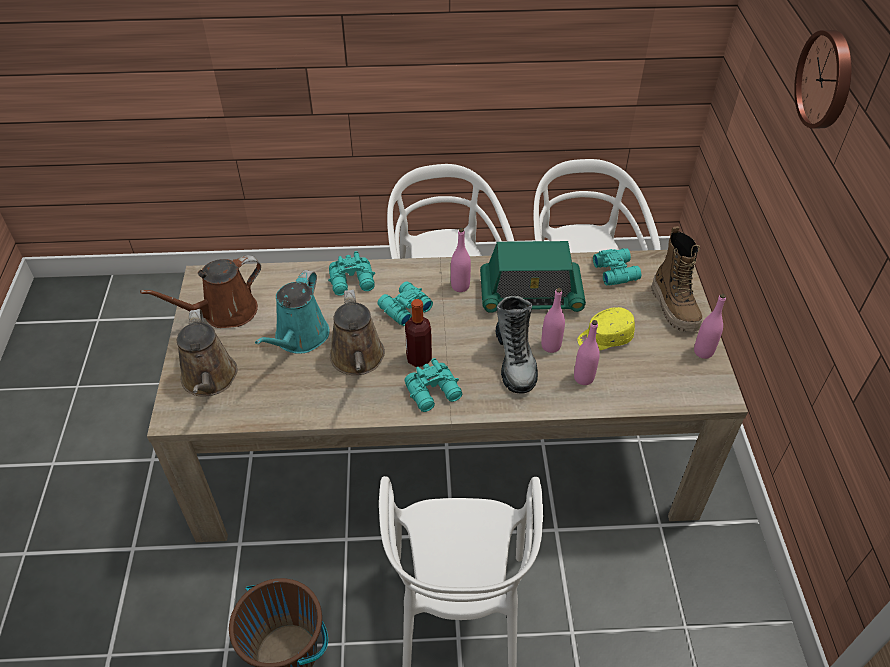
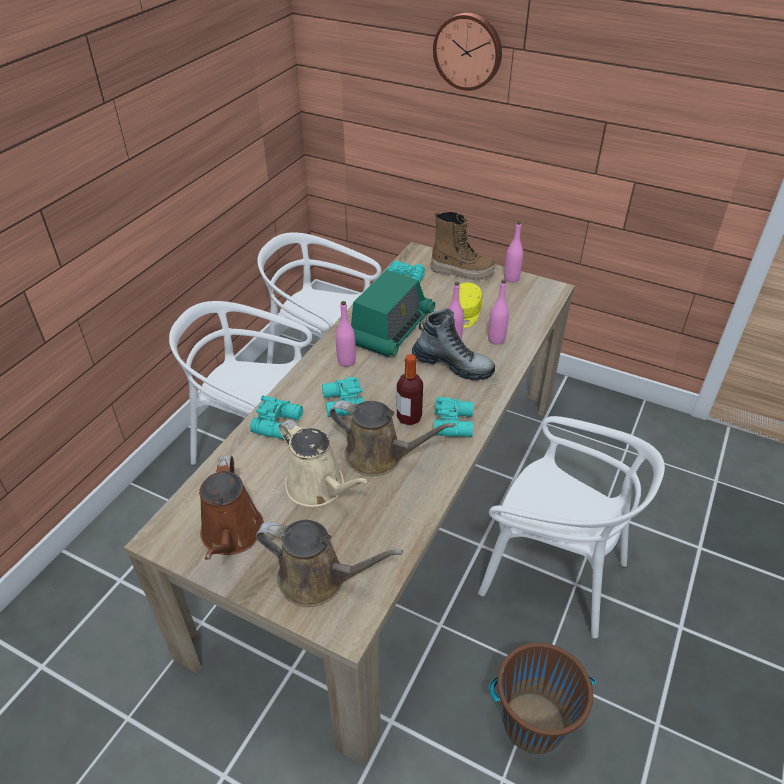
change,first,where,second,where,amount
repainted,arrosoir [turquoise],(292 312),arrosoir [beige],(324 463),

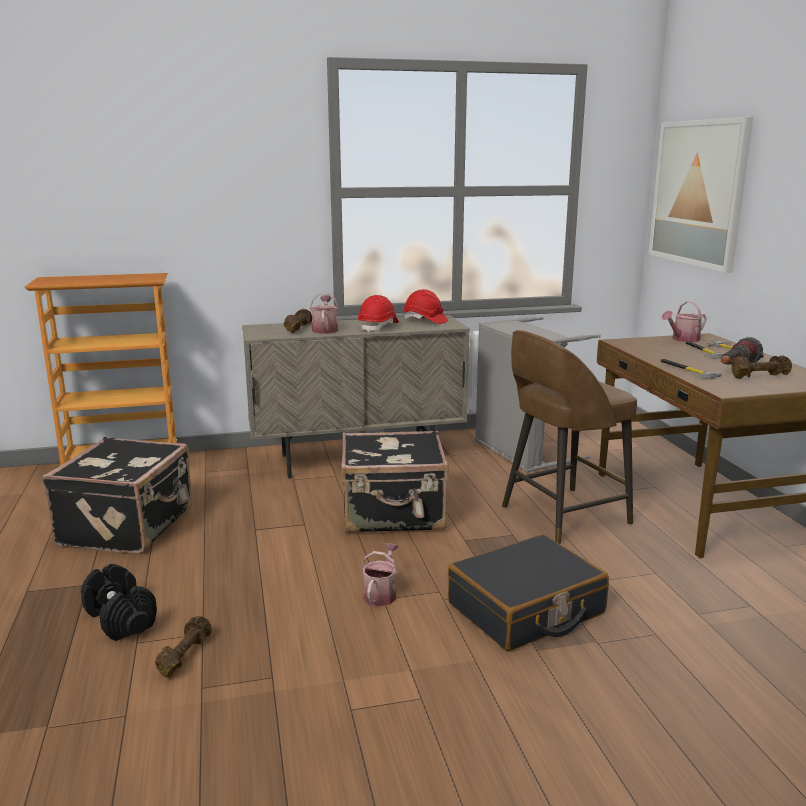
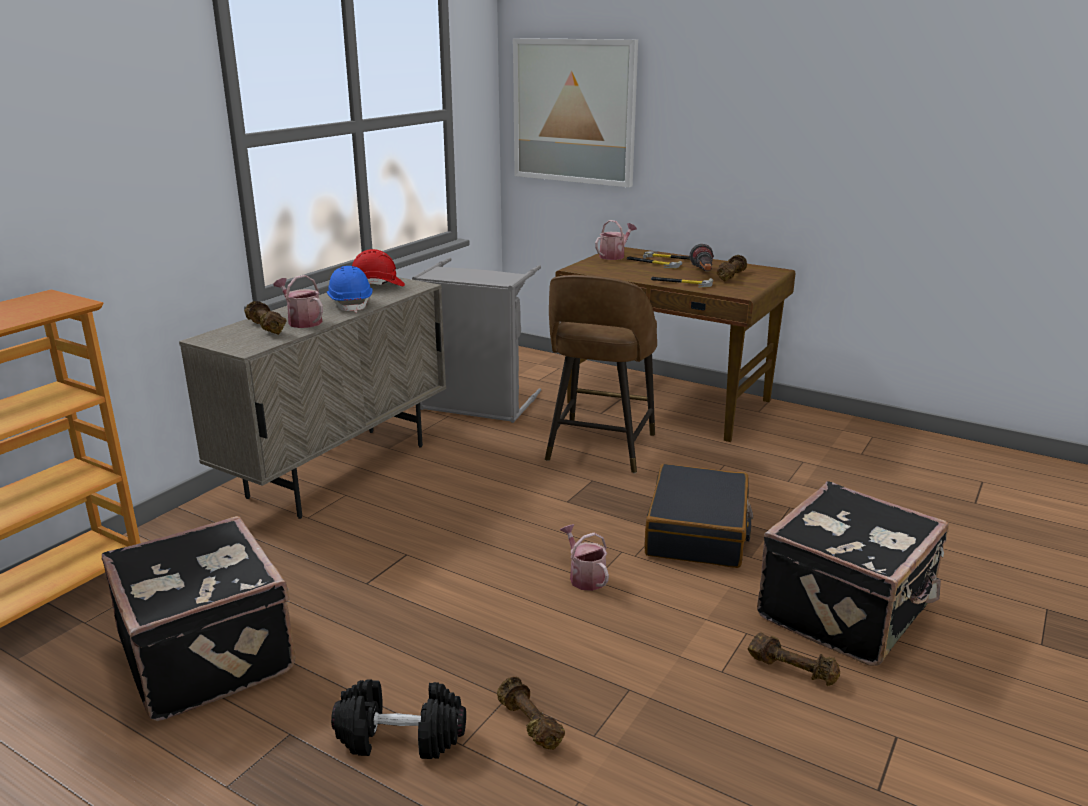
change,first,where,second,where,amount
repainted,casque de chantier [rouge],(378 313),casque de chantier [bleu],(350 289),
rotated,arrosoir,(684 321),,(616 240),150 degrees counterclockwise
shifted,valise [noir],(395 481),,(853 573),
new,,,haltère [marron],(794 659),

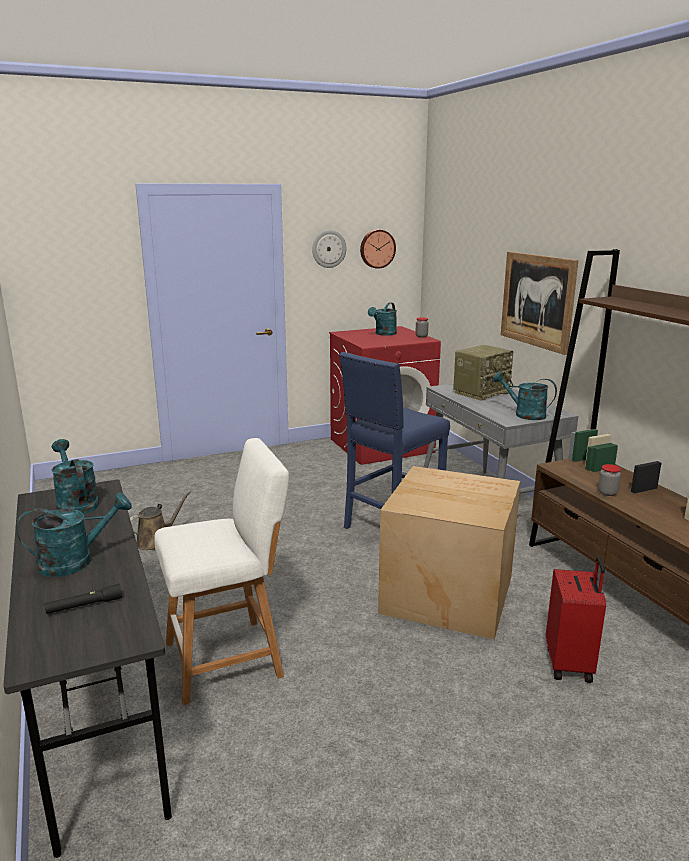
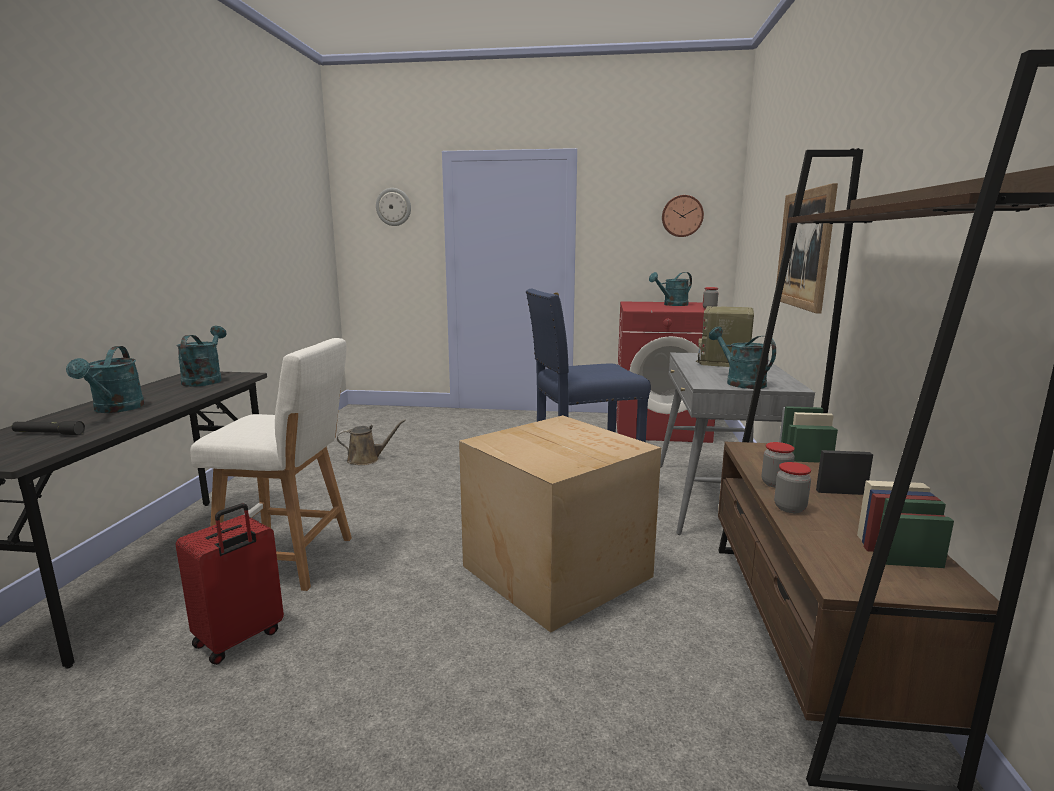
change,first,where,second,where,amount
shifted,horloge murale,(329 249),,(393 207),
rotated,radio,(483 373),,(725 336),120 degrees clockwise
rotated,arrosoir [turquoise],(74 535),,(105 379),75 degrees clockwise
shifted,valise [rouge],(576 620),,(229 584),
new,,,bocal,(792 487),

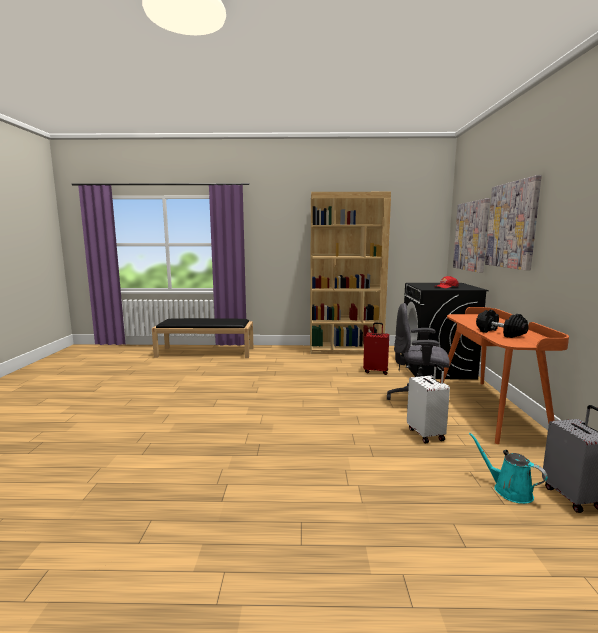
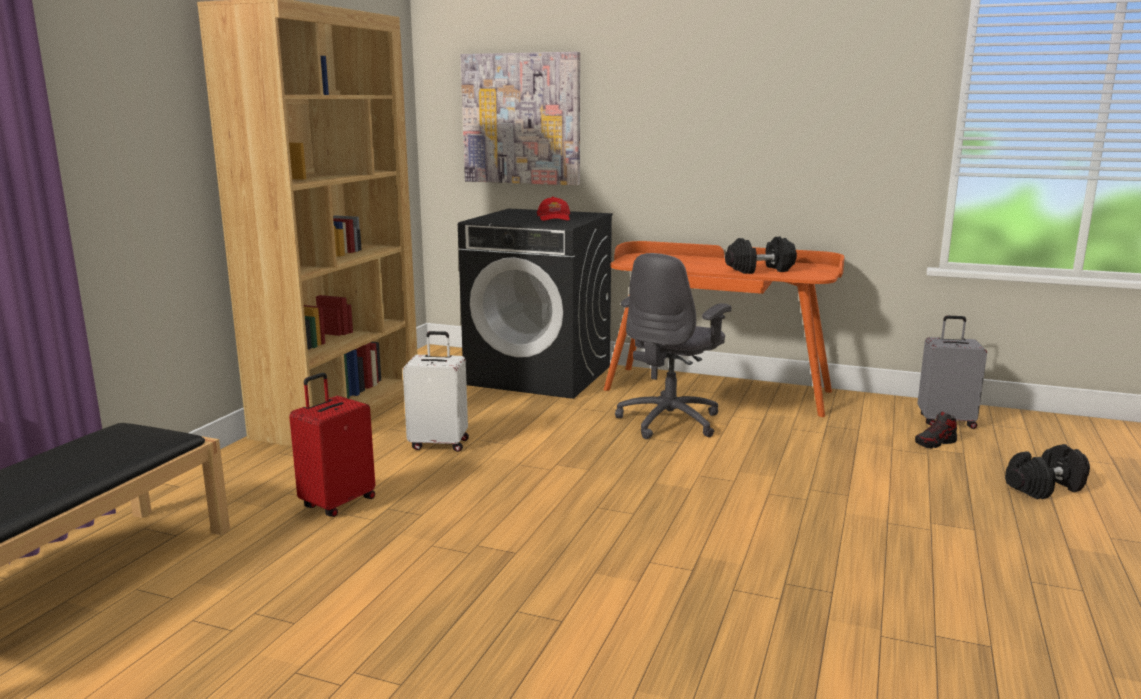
change,first,where,second,where,amount
gone,tableau,(513 222),,,
shifted,valise [rouge],(376 348),,(332 445),
shifted,valise [blanc],(428 403),,(436 391),
swapped,arrosoir [turquoise],(508 468),chaussure,(936 429),
new,,,haltère [noir],(1047 471),

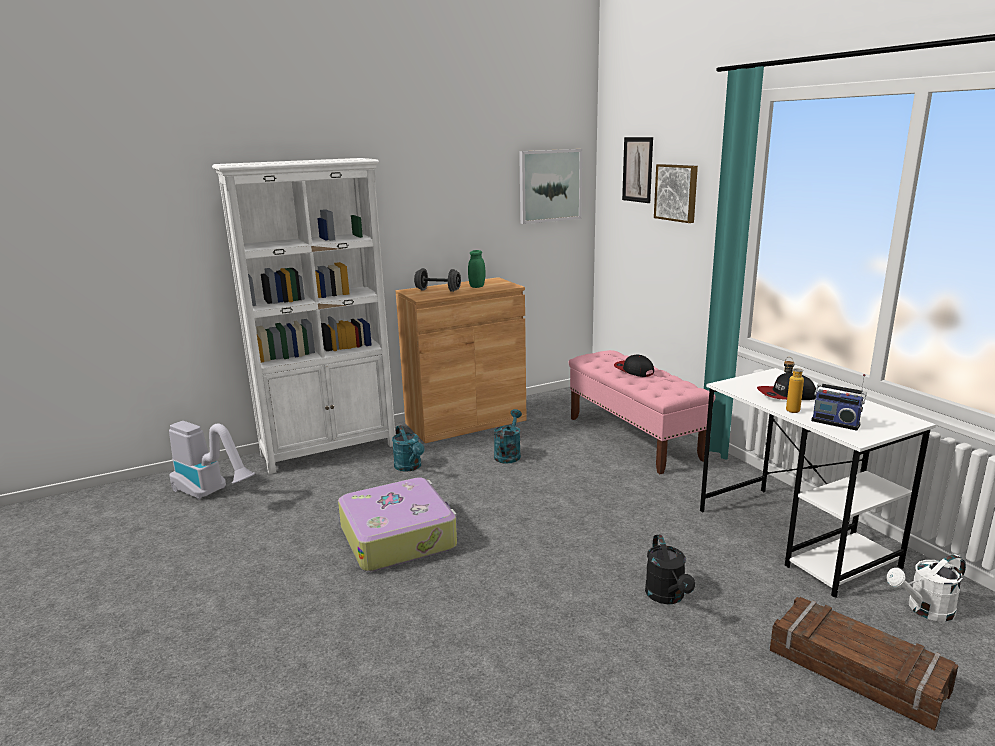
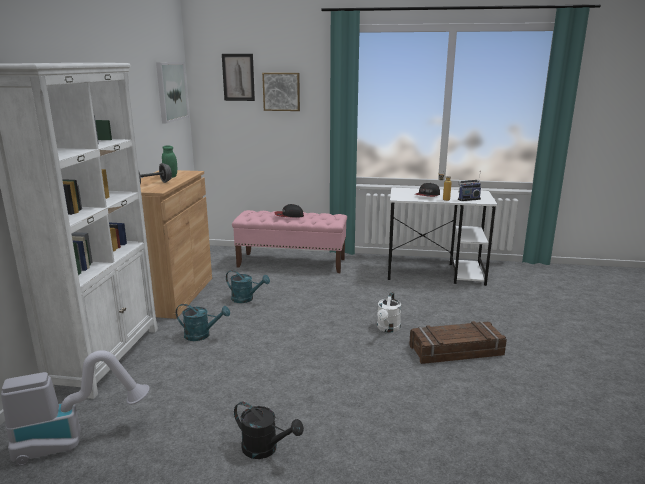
change,first,where,second,where,amount
rotated,arrosoir [turquoise],(508 436),,(248 286),150 degrees clockwise
gone,valise,(397 524),,,
shifted,arrosoir [noir],(670 569),,(269 430),
shifted,arrosoir [blanc],(926 588),,(389 312),
shifted,caisse,(864 664),,(458 342),

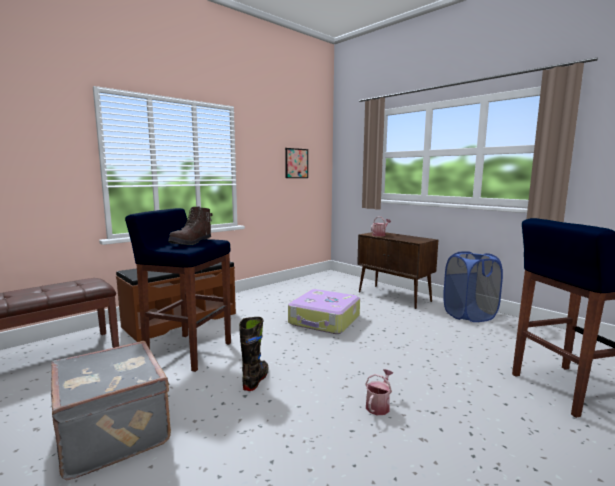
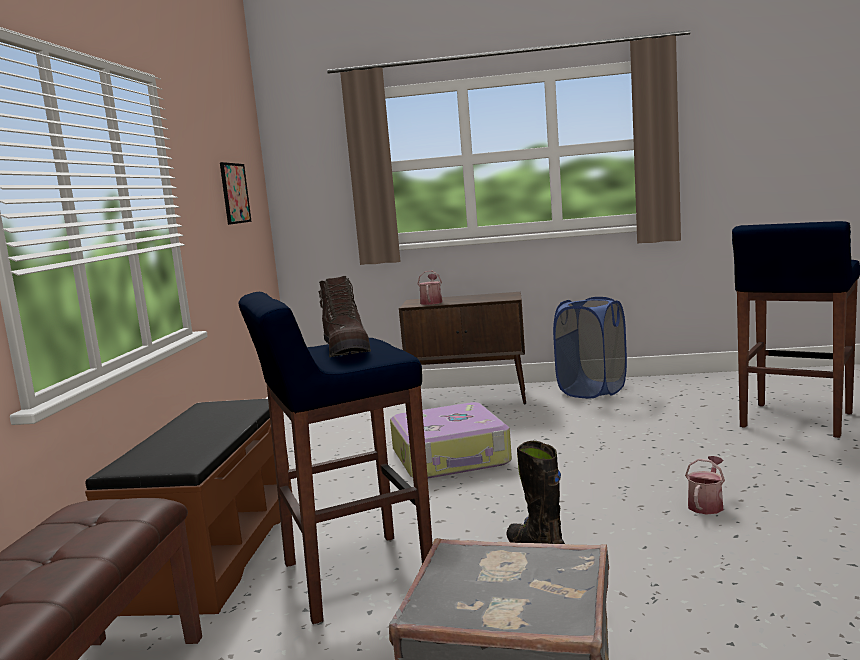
change,first,where,second,where,amount
rotated,arrosoir,(379 392),,(705 485),45 degrees clockwise

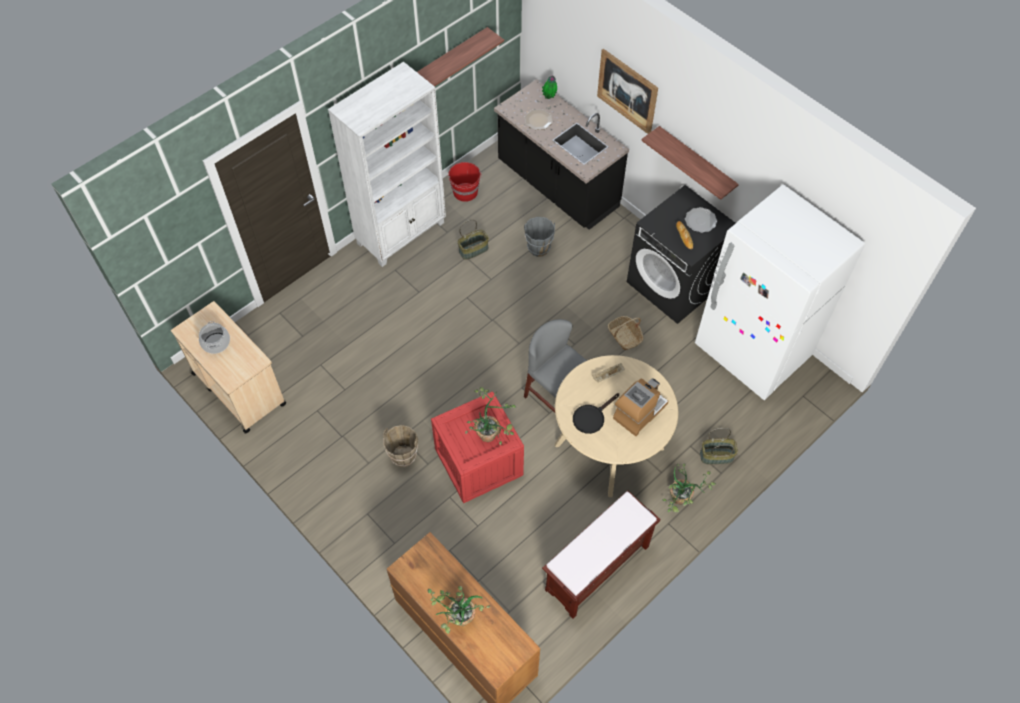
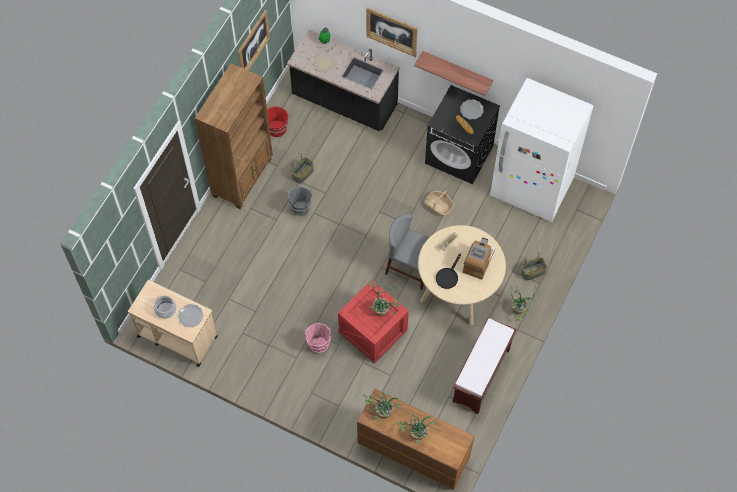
change,first,where,second,where,amount
swapped,étagère,(460 56),tableau,(254 40),
repainted,bibliothèque [blanc],(387 164),bibliothèque [marron],(234 136),
shifted,seau [gris],(539 237),,(300 201),
repainted,seau [marron],(400 446),seau [rose],(318 338),
new,,,assiette,(191 315),
new,,,plante en pot,(383 407),

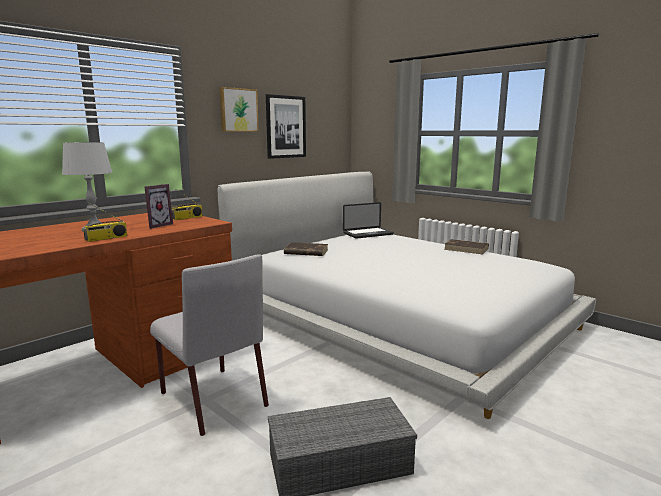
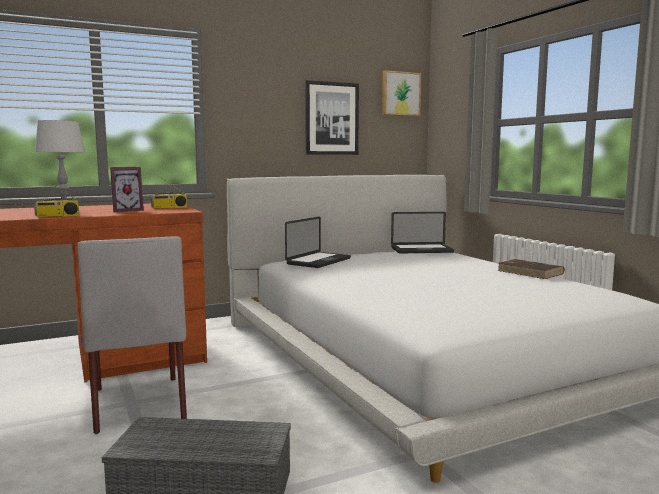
change,first,where,second,where,amount
shifted,tableau,(239 109),,(401 93),
swapped,livre [marron],(306 249),ordinateur portable,(318 242),

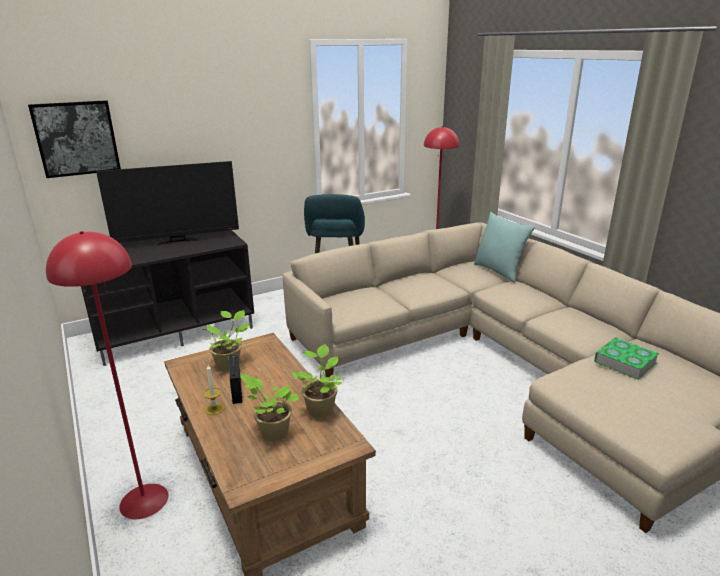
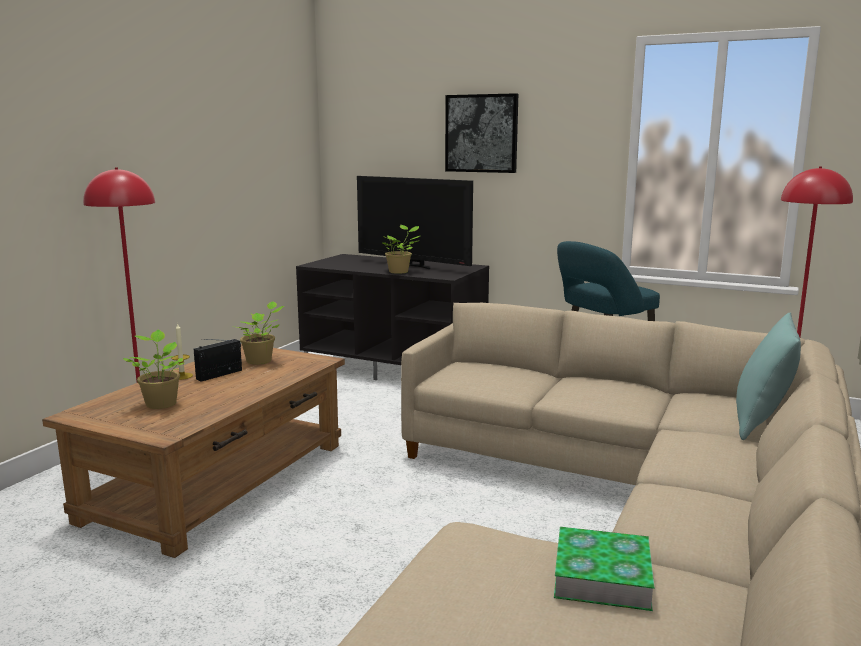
change,first,where,second,where,amount
shifted,tableau,(74 139),,(481 133),
shifted,plante en pot,(316 381),,(401 249),

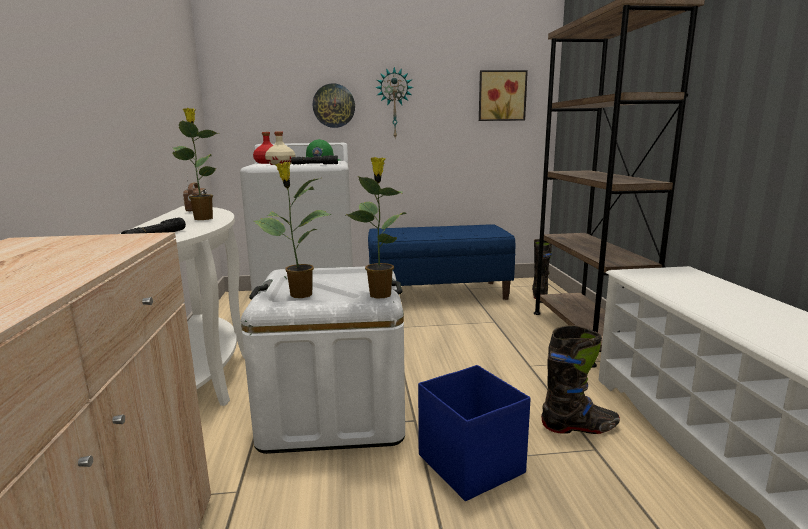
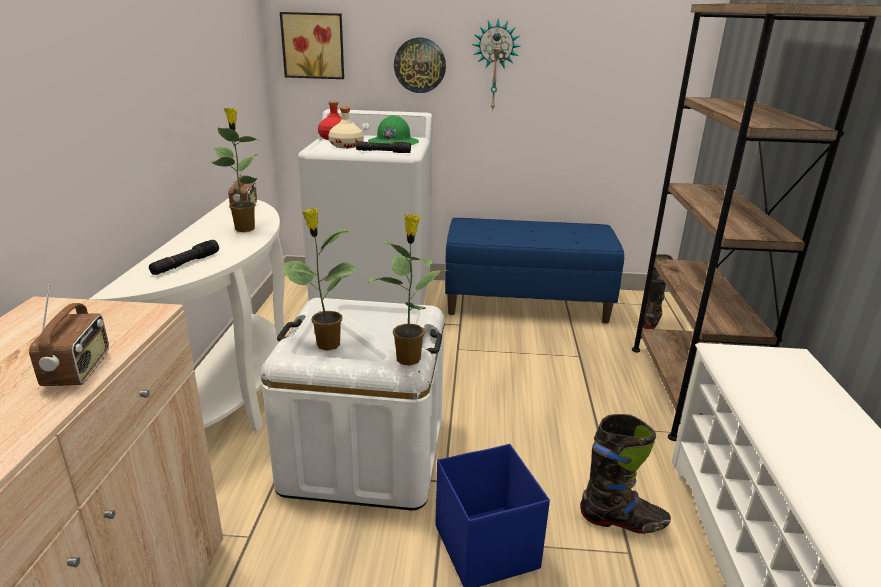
change,first,where,second,where,amount
shifted,tableau,(503 95),,(312 45),
new,,,radio,(69 335),

